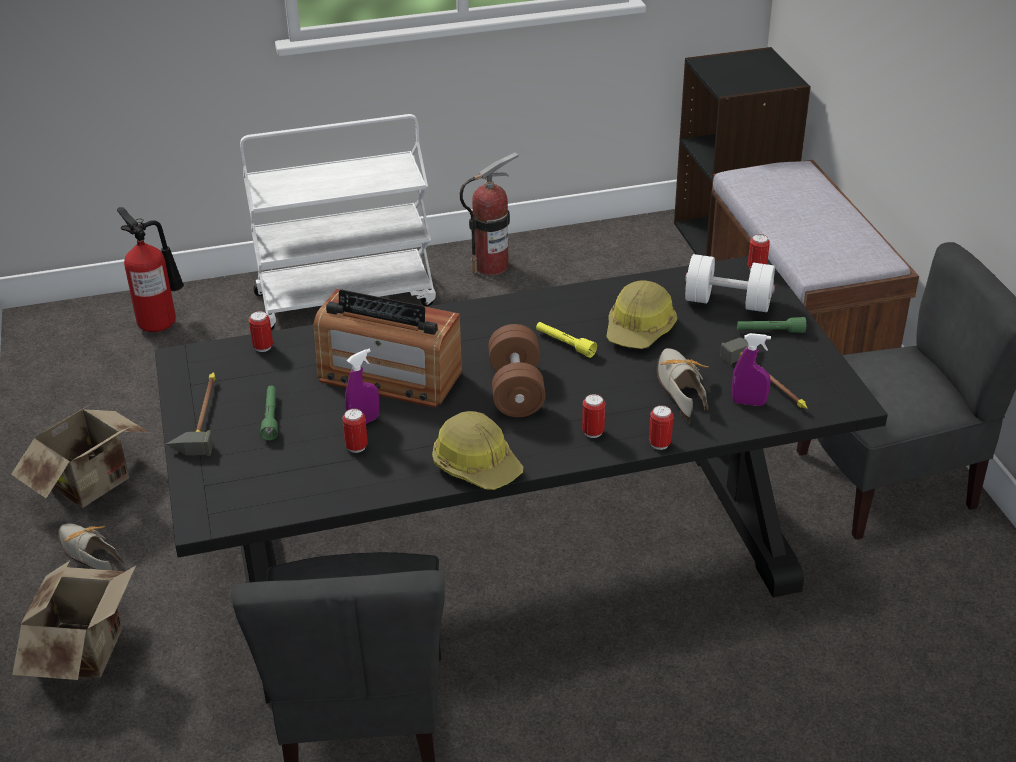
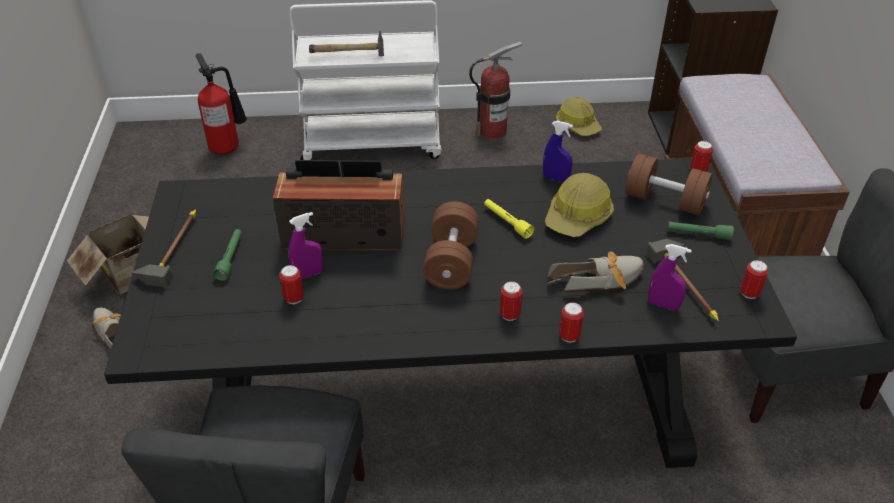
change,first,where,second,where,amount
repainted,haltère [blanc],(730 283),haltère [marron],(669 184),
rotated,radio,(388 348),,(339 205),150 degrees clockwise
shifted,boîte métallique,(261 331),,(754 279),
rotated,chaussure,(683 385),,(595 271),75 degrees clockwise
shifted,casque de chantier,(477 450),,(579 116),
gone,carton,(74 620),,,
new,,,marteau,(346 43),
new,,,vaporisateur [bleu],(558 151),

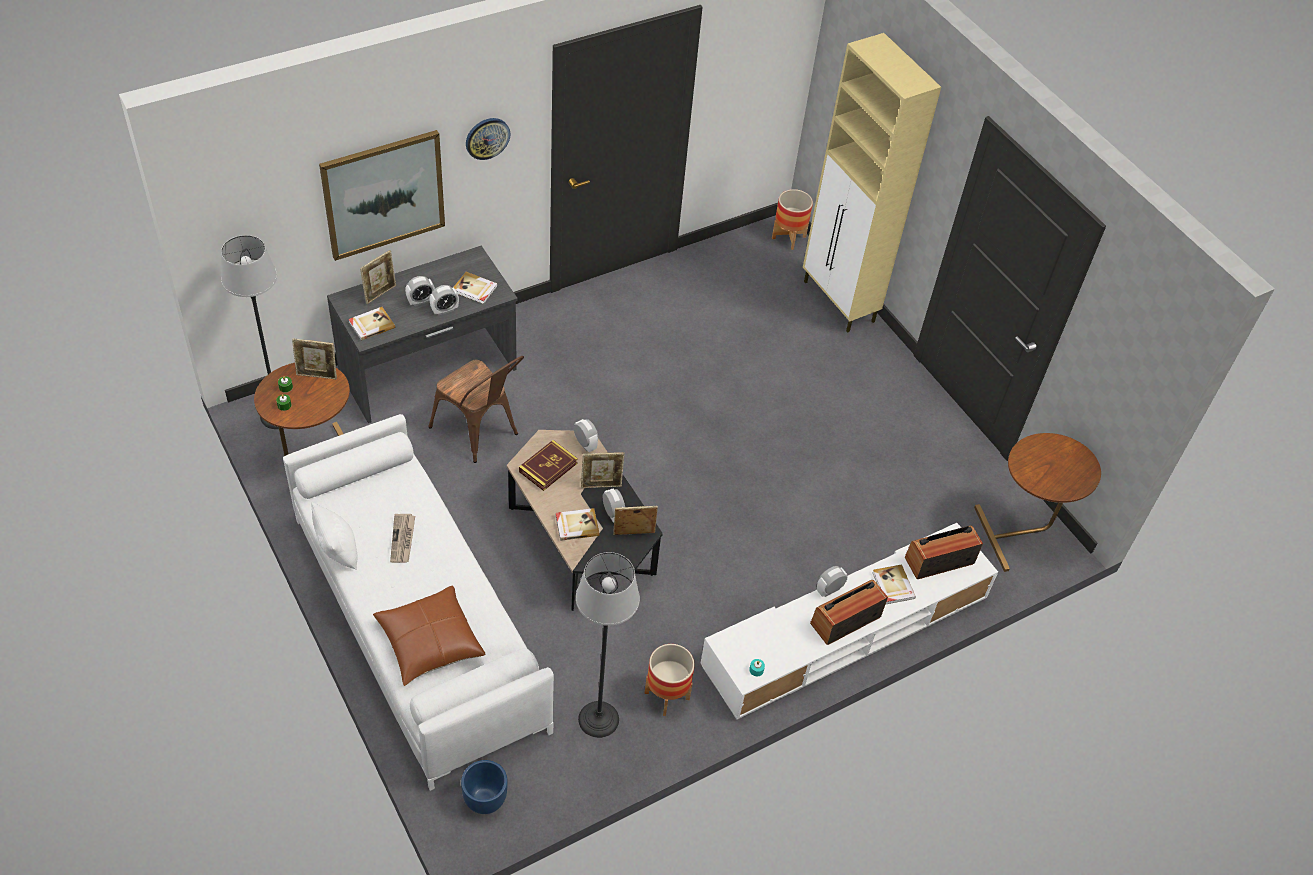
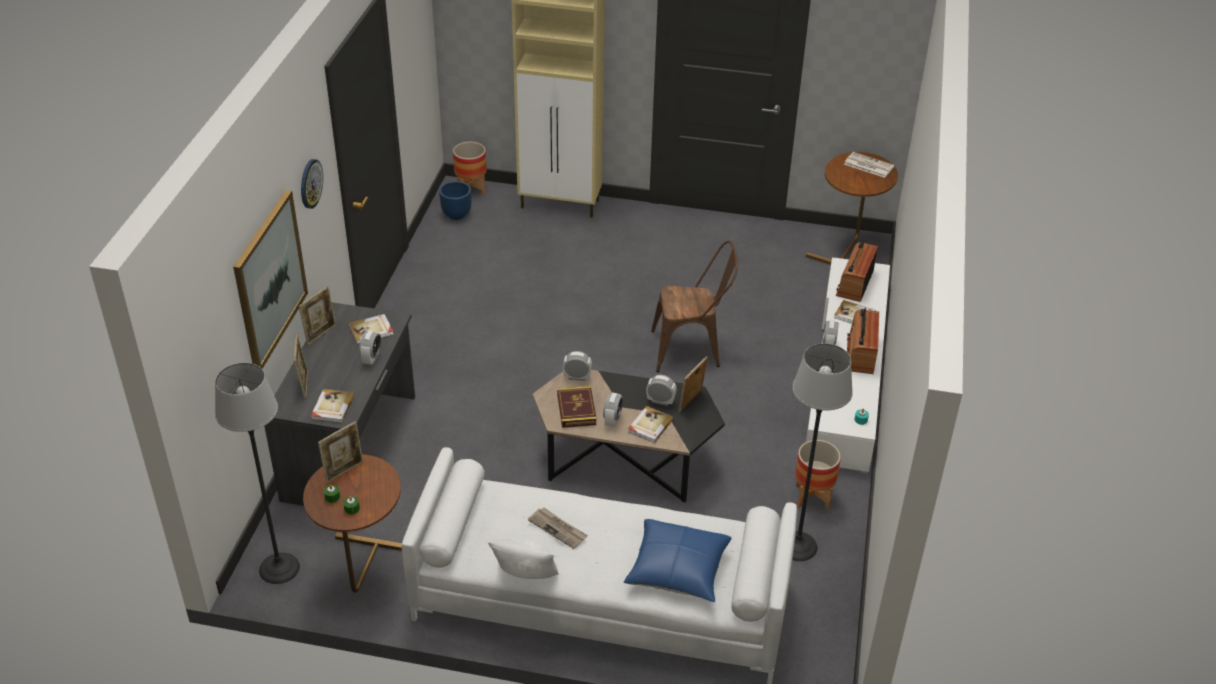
change,first,where,second,where,amount
shifted,réveil,(420 291),,(613 410),
shifted,chaise [marron],(476 409),,(694 306),
shifted,cadre photo,(603 470),,(317 315),
repainted,coussin [marron],(429 636),coussin [bleu],(678 560),
shifted,cache-pot [bleu],(484 787),,(455 200),
new,,,journal,(869 165),

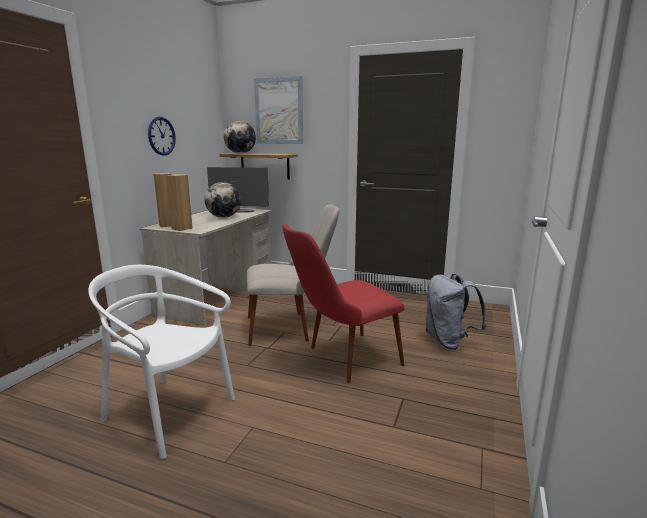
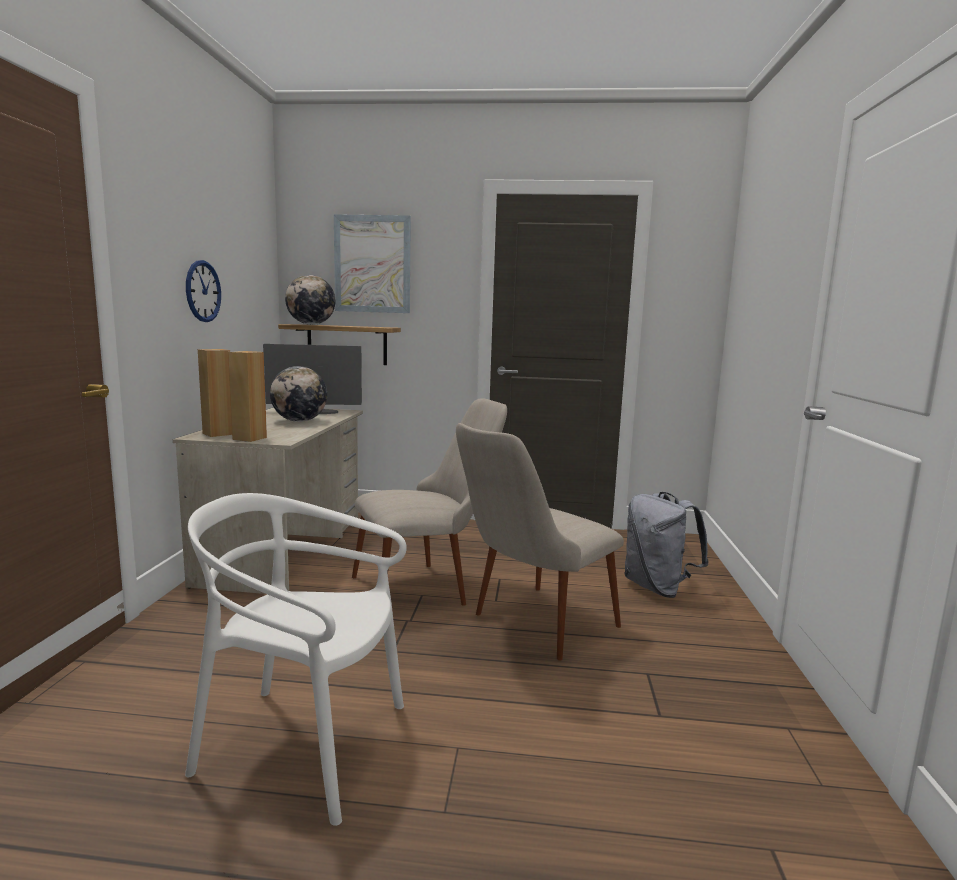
change,first,where,second,where,amount
repainted,chaise [rouge],(344 303),chaise [beige],(540 542),

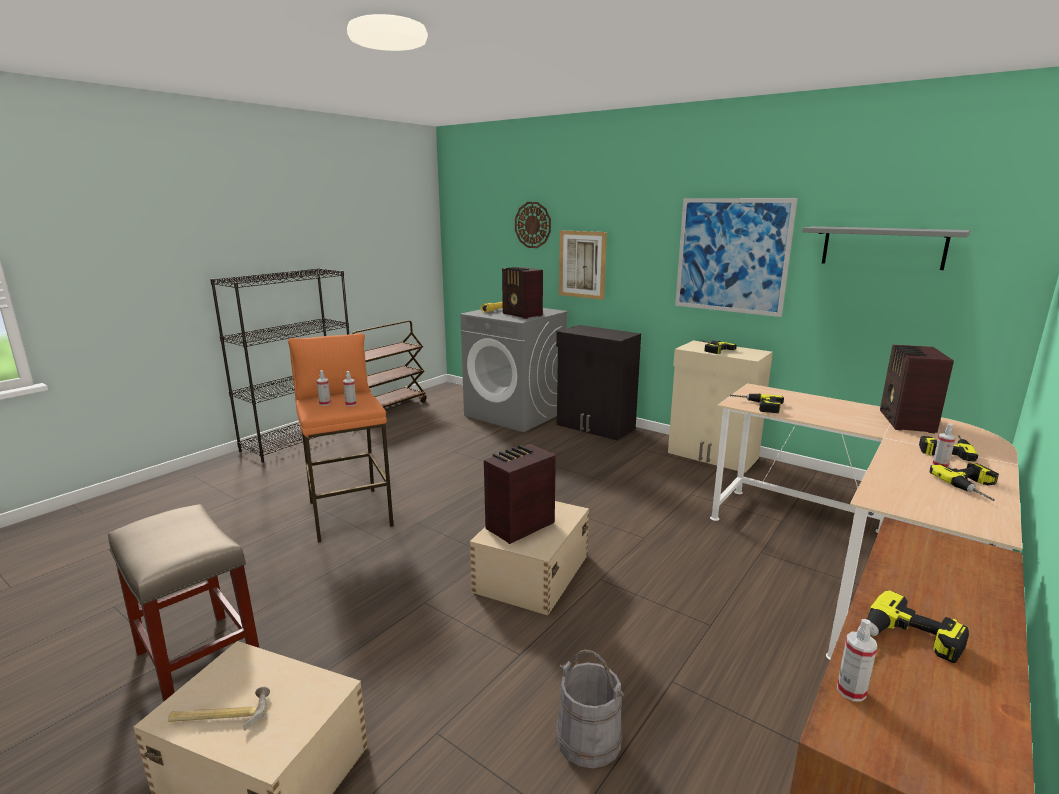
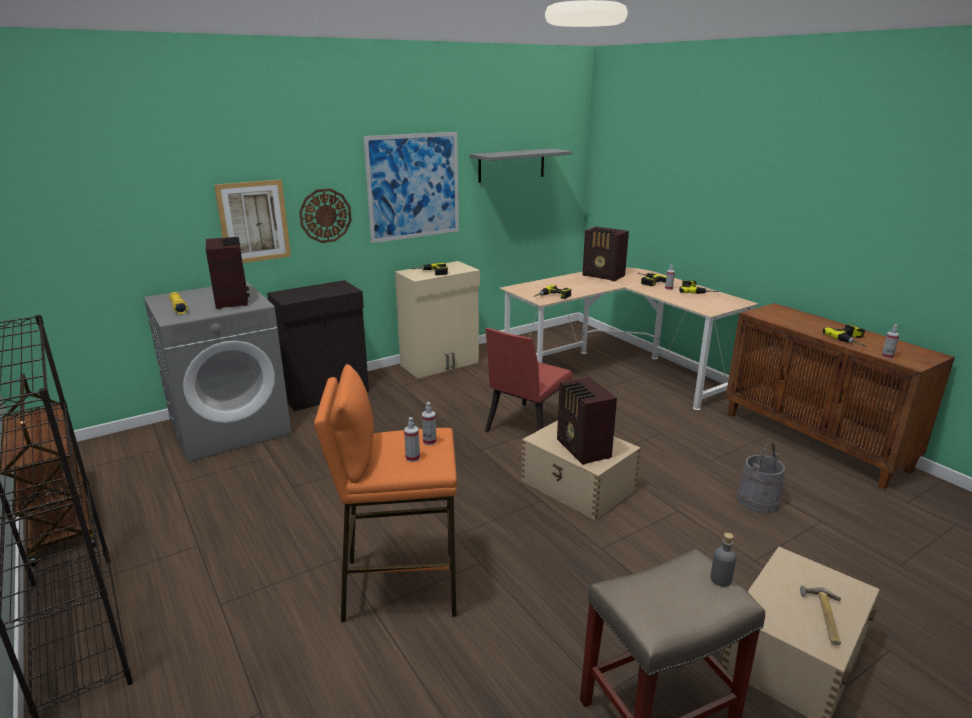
change,first,where,second,where,amount
shifted,horloge murale,(533 225),,(325 216),
rotated,radio,(522 293),,(228 273),90 degrees counterclockwise
new,,,chaise [rouge],(528 380),
new,,,bouteille [gris],(723 560),

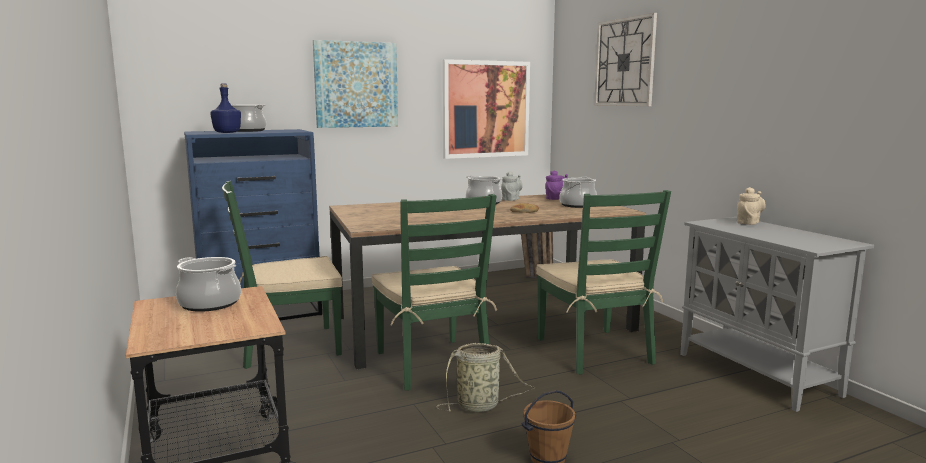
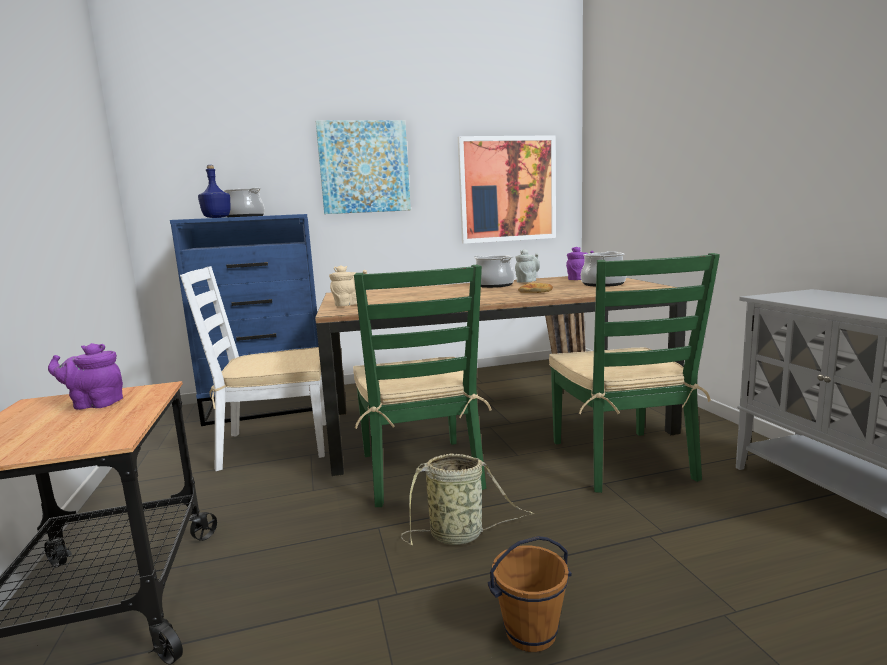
change,first,where,second,where,amount
gone,horloge murale,(625 59),,,
repainted,chaise [vert],(282 275),chaise [blanc],(253 368),
shifted,théière [beige],(751 206),,(348 286),
swapped,marmite,(208 284),théière [violet],(85 376),

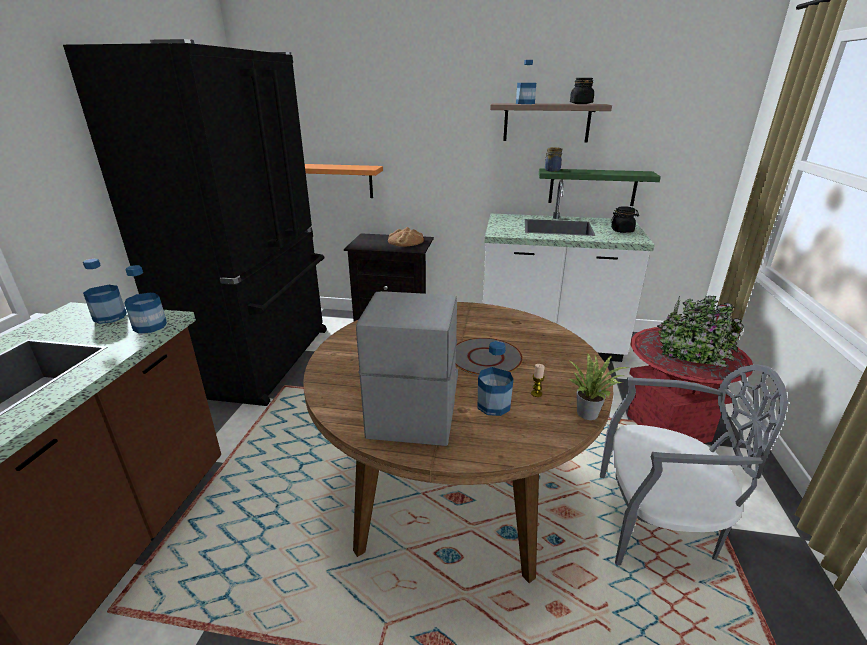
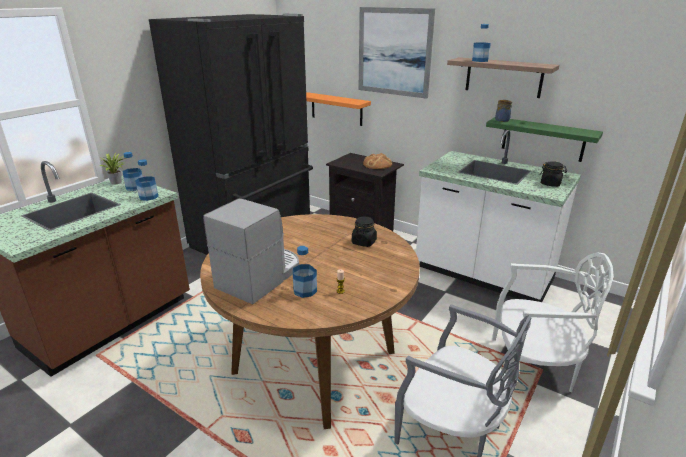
change,first,where,second,where,amount
shifted,bocal [noir],(582 91),,(364 232),
swapped,cache-pot [rouge],(690 369),chaise [blanc],(553 322),
gone,assiette [gris],(489 357),,,
shifted,plante en pot,(598 387),,(113 168),
new,,,tableau,(396 53),

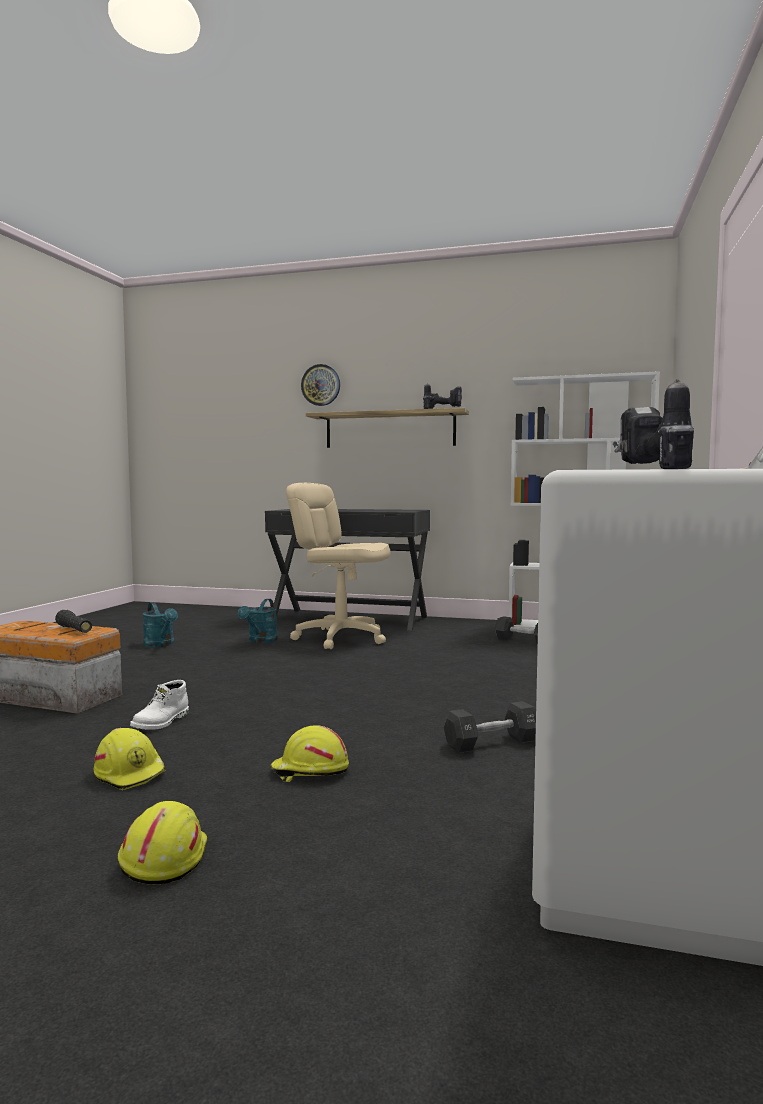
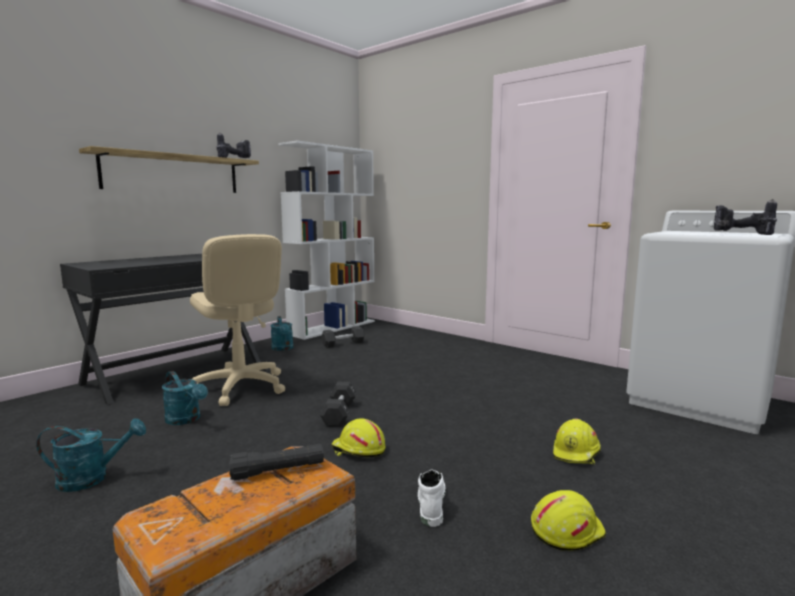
change,first,where,second,where,amount
gone,horloge murale,(320 385),,,
rotated,chaise de bureau [beige],(338 566),,(237 320),90 degrees counterclockwise
rotated,botte [blanc],(159 705),,(432 498),135 degrees counterclockwise
shifted,haltère [noir],(490 727),,(338 404),
shifted,casque de chantier [jaune],(162 843),,(358 437),
new,,,arrosoir [turquoise],(282 333),

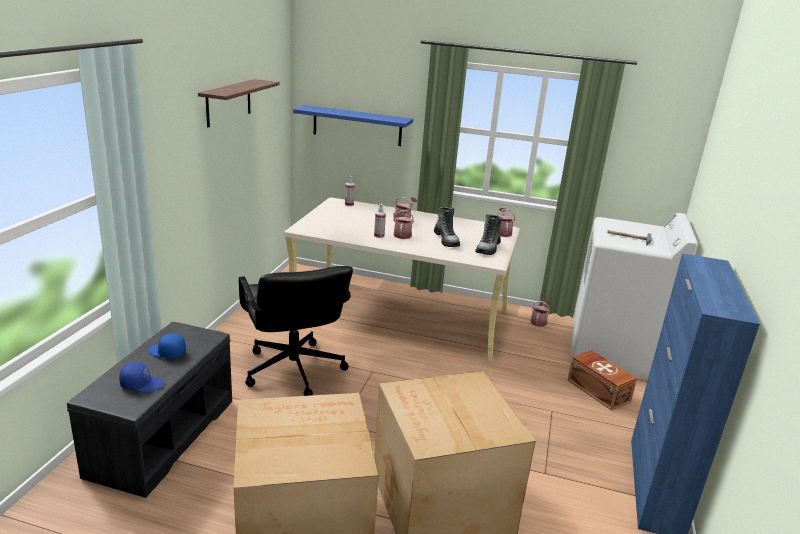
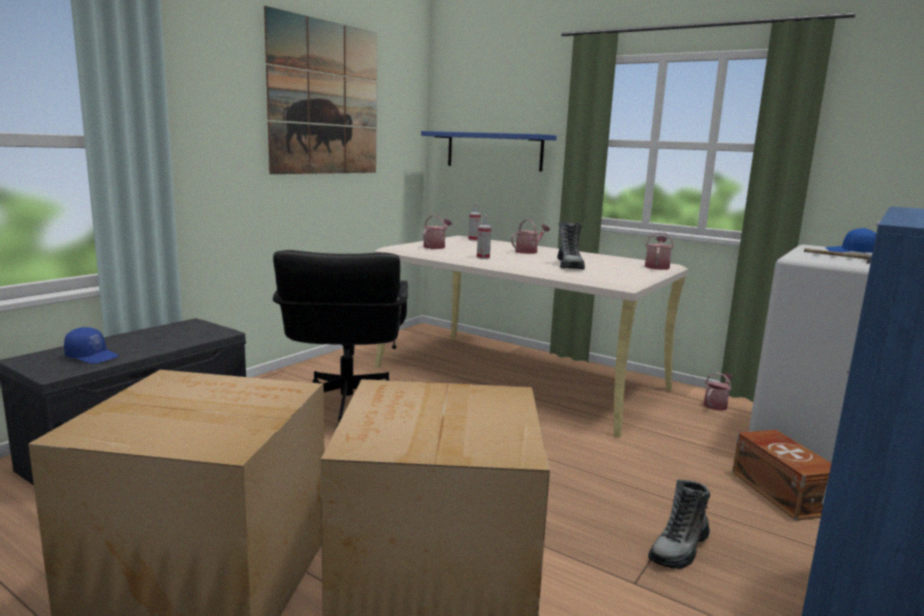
change,first,where,second,where,amount
swapped,étagère,(238 103),tableau,(320 90),
shifted,arrosoir,(404 224),,(437 232),
shifted,botte,(489 234),,(679 524),
shifted,casquette [bleu],(167 345),,(851 240),

